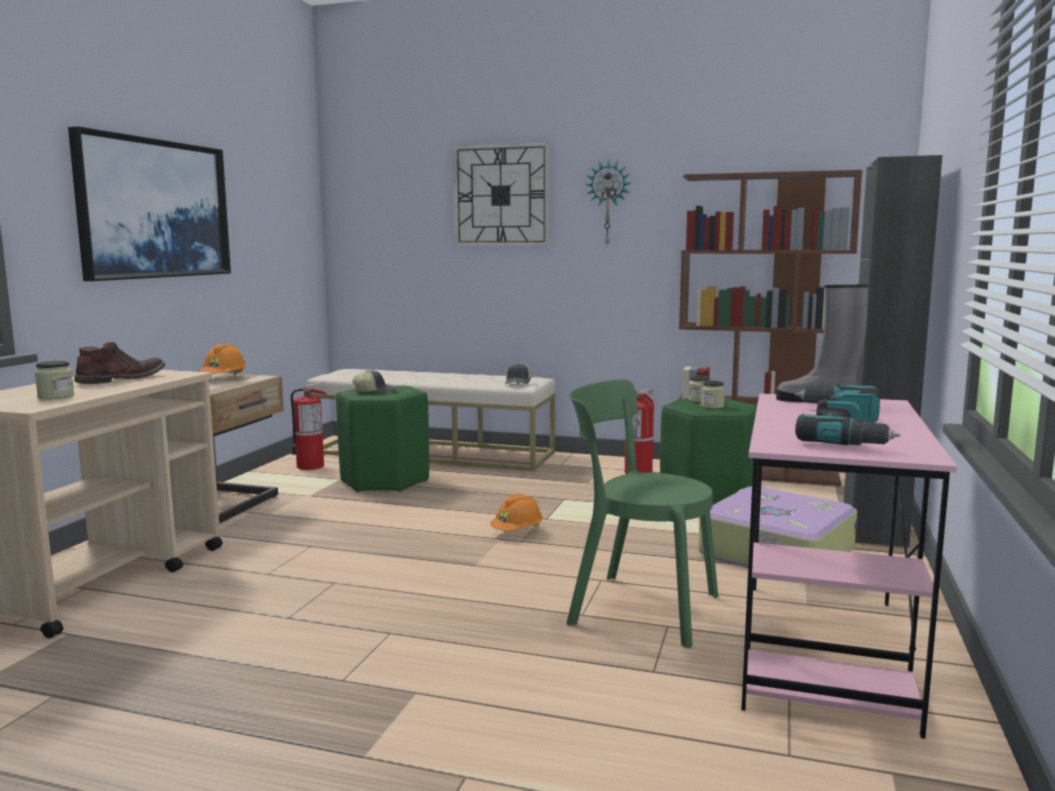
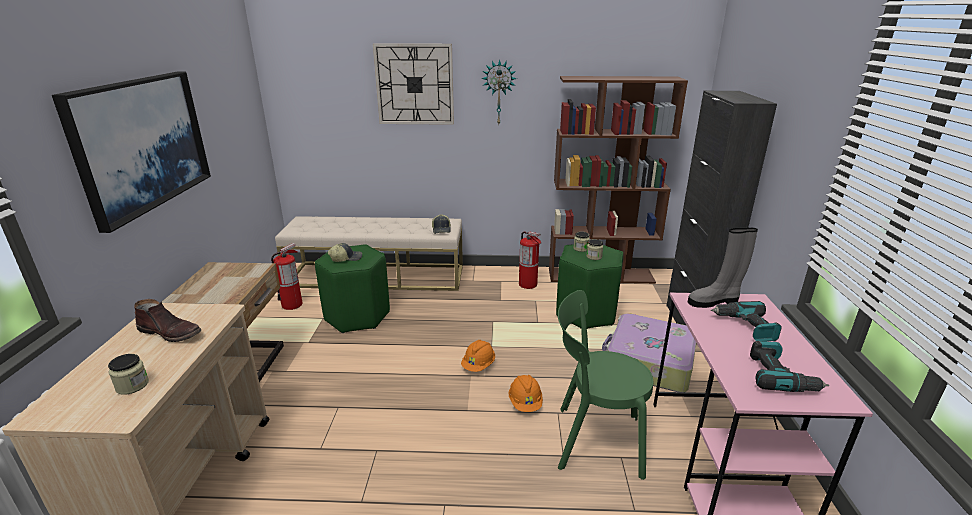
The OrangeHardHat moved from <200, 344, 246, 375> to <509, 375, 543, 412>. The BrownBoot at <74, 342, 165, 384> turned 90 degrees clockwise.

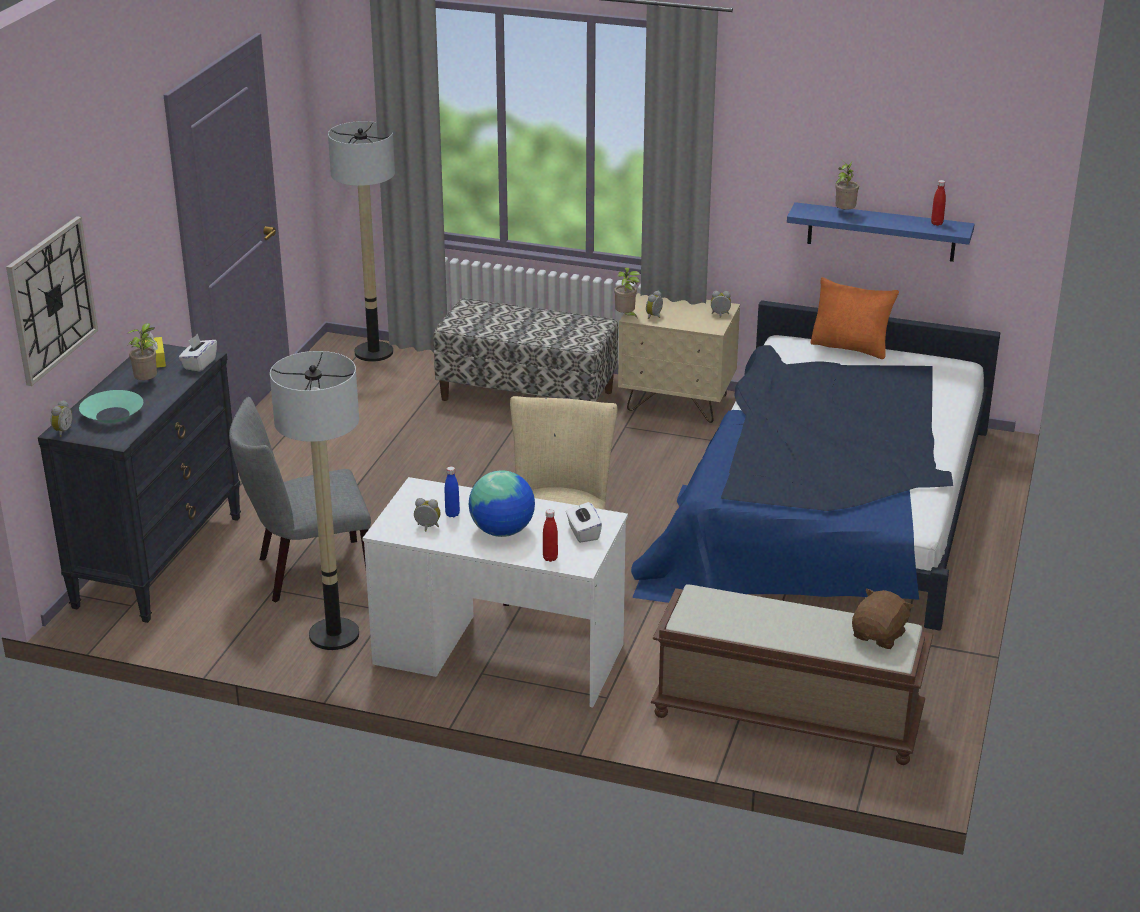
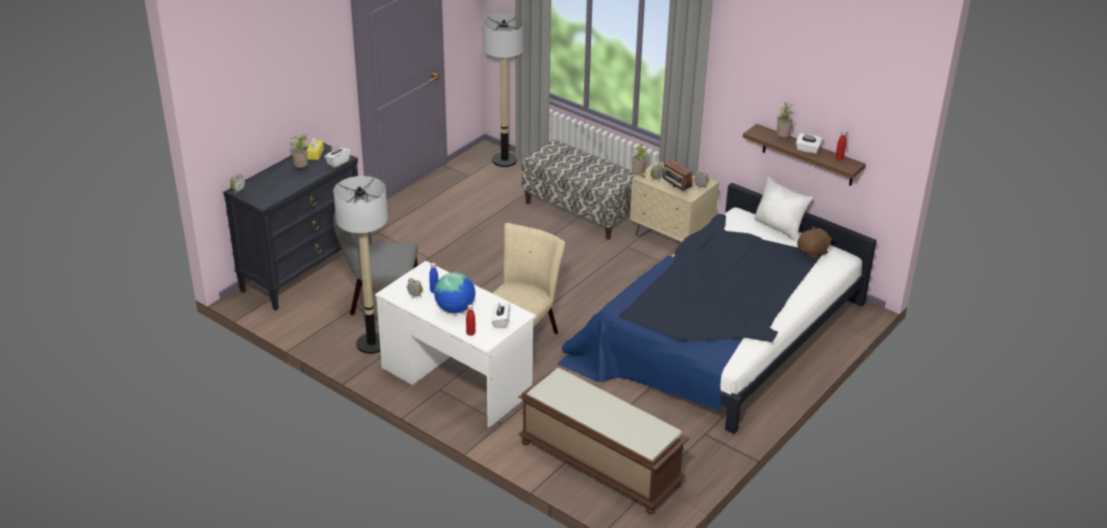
The WallClock at <6, 216, 98, 386> disappeared. The TurquoiseBowl at <79, 390, 143, 423> disappeared. The Radio at <663, 160, 693, 191> appeared. The WhiteTissueBox at <796, 133, 823, 154> appeared. The BrownPlushToy moved from <852, 589, 913, 649> to <797, 226, 832, 259>. The BlueShelf at <787, 202, 975, 262> became the BrownShelf at <743, 124, 866, 186>. The OrangePillow at <810, 277, 899, 359> became the WhitePillow at <754, 177, 813, 241>.

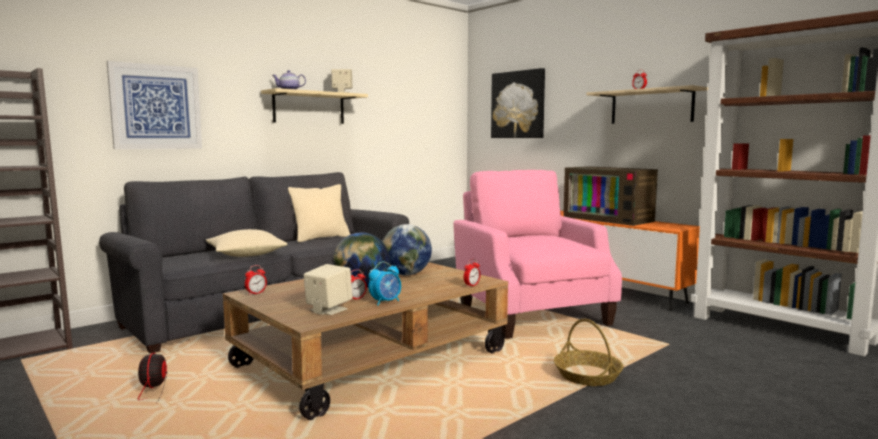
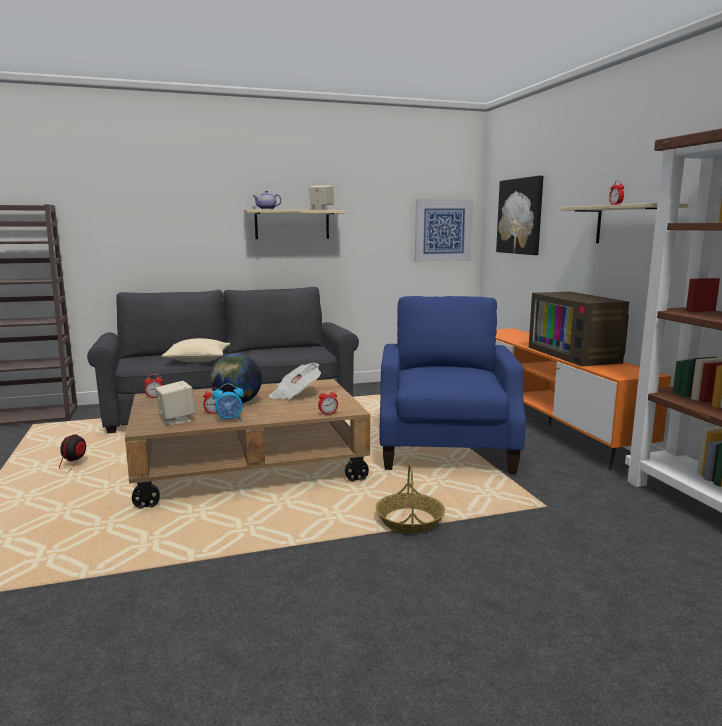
The BeigePillow at <288, 184, 350, 242> disappeared. The Picture moved from <107, 61, 202, 149> to <415, 199, 473, 262>. The Globe at <383, 224, 432, 276> was replaced by the Newspaper at <269, 363, 321, 399>. The PinkArmchair at <453, 170, 622, 339> became the BlueArmchair at <380, 296, 526, 474>.

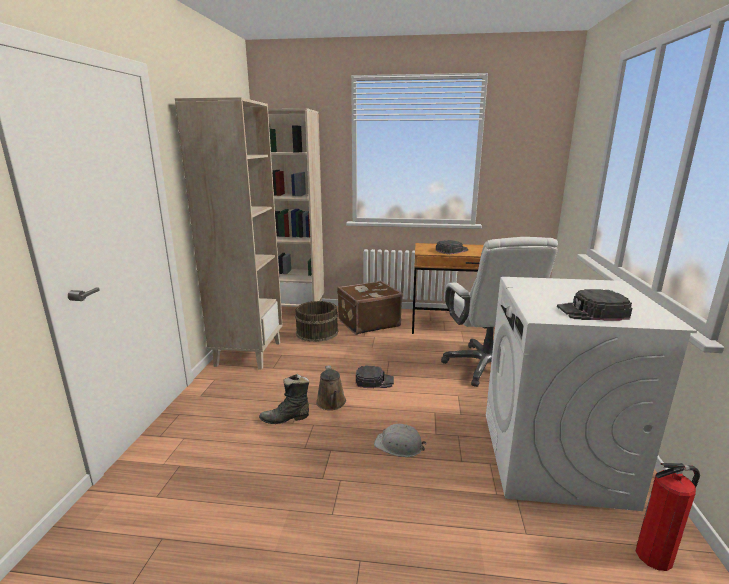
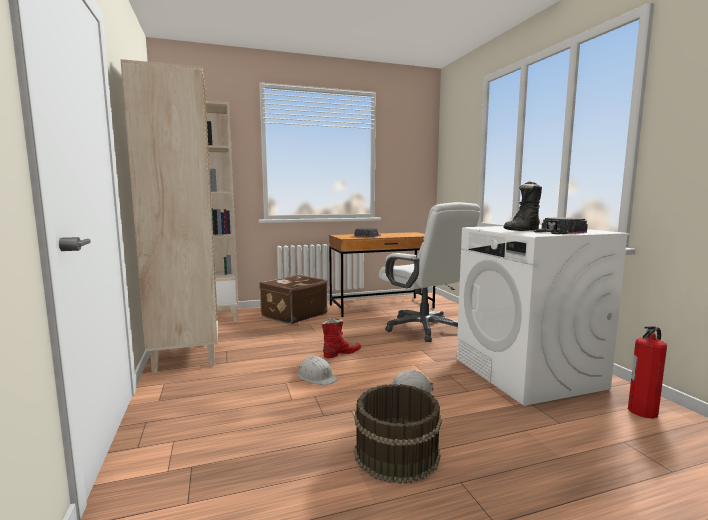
The BlackBoot moved from <259, 374, 309, 424> to <503, 181, 542, 231>. The BrownBucket moved from <295, 301, 338, 342> to <354, 384, 442, 484>. The BrownWateringCan at <316, 365, 346, 410> was replaced by the WhiteHardHat at <298, 356, 338, 385>. The BlackCap at <356, 366, 394, 388> was replaced by the RedBoot at <322, 318, 361, 359>.

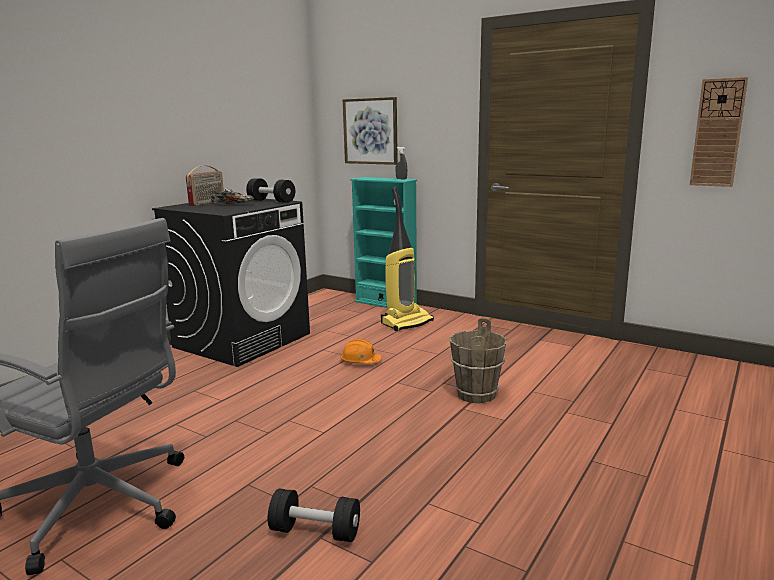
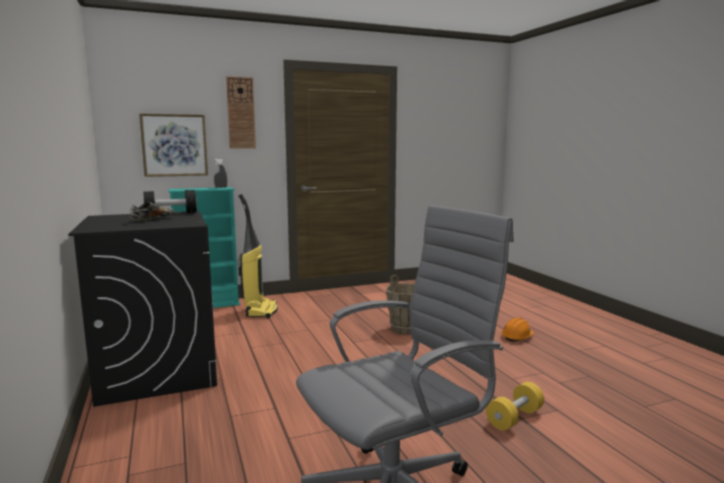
The Radio at <186, 165, 224, 206> disappeared. The OrangeHardHat moved from <340, 339, 382, 364> to <501, 318, 534, 342>. The WallClock moved from <690, 77, 748, 187> to <226, 76, 256, 149>. The BlackDumbbell at <268, 488, 360, 542> became the YellowDumbbell at <486, 382, 544, 431>.

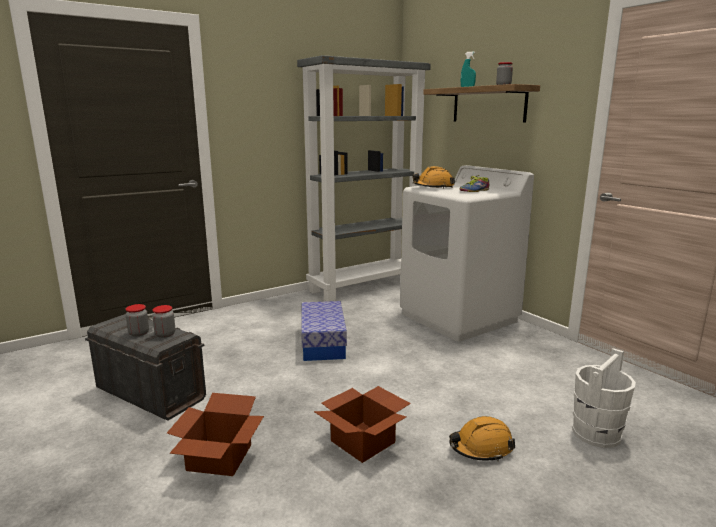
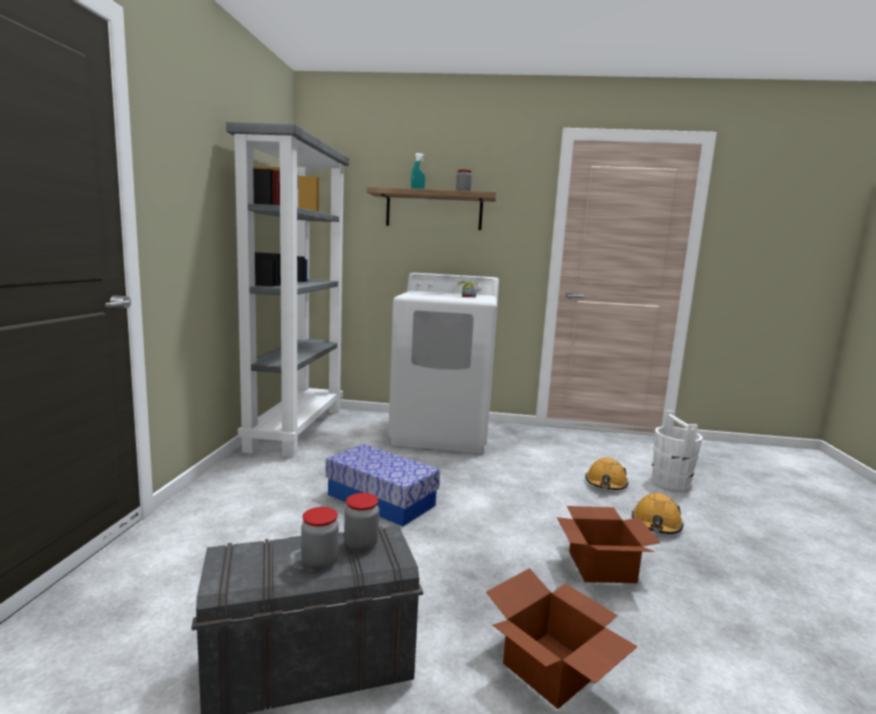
The OrangeHardHat moved from <412, 166, 455, 189> to <585, 457, 629, 490>.

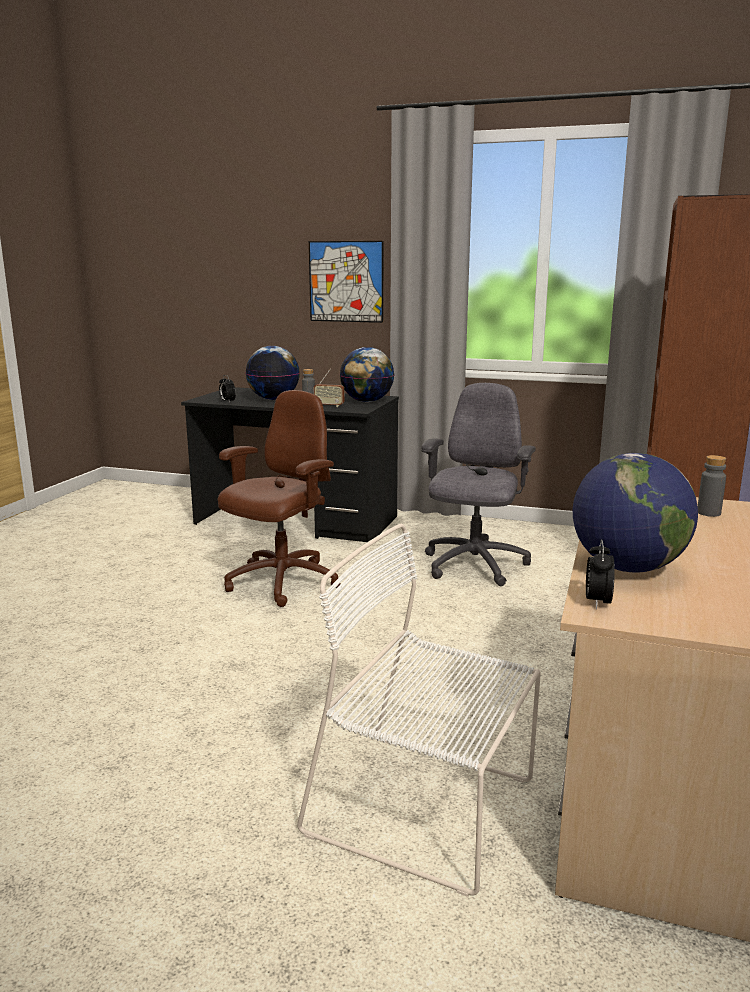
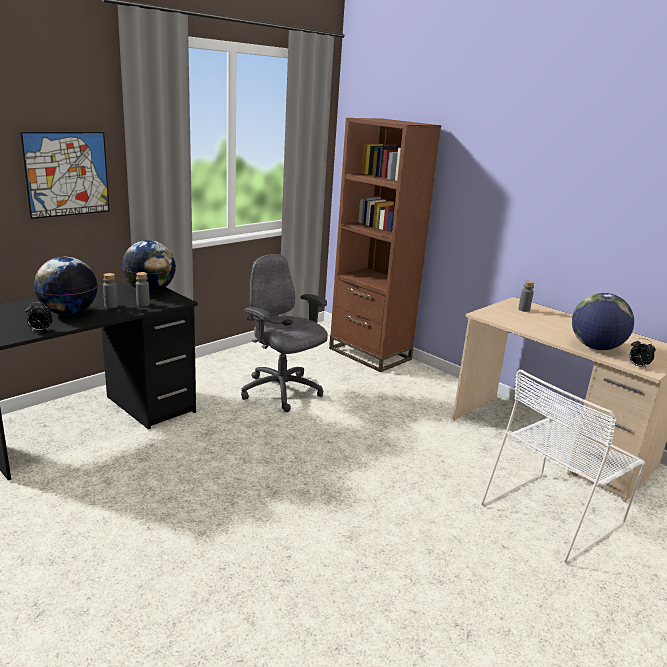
The BrownOfficeChair at <218, 390, 340, 607> disappeared. The Radio at <314, 369, 344, 407> was replaced by the GreyBottle at <136, 272, 150, 307>.

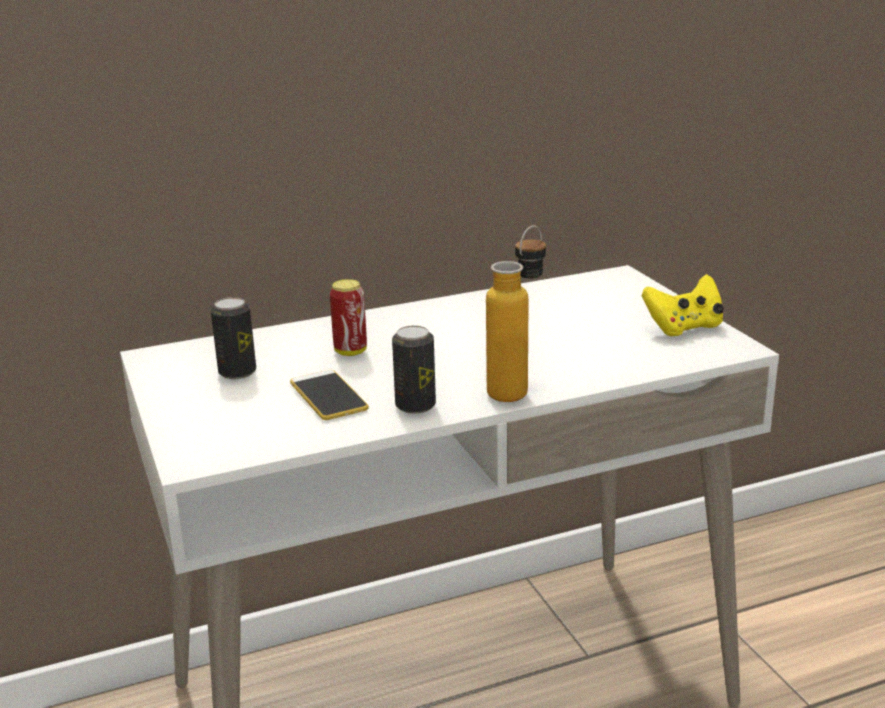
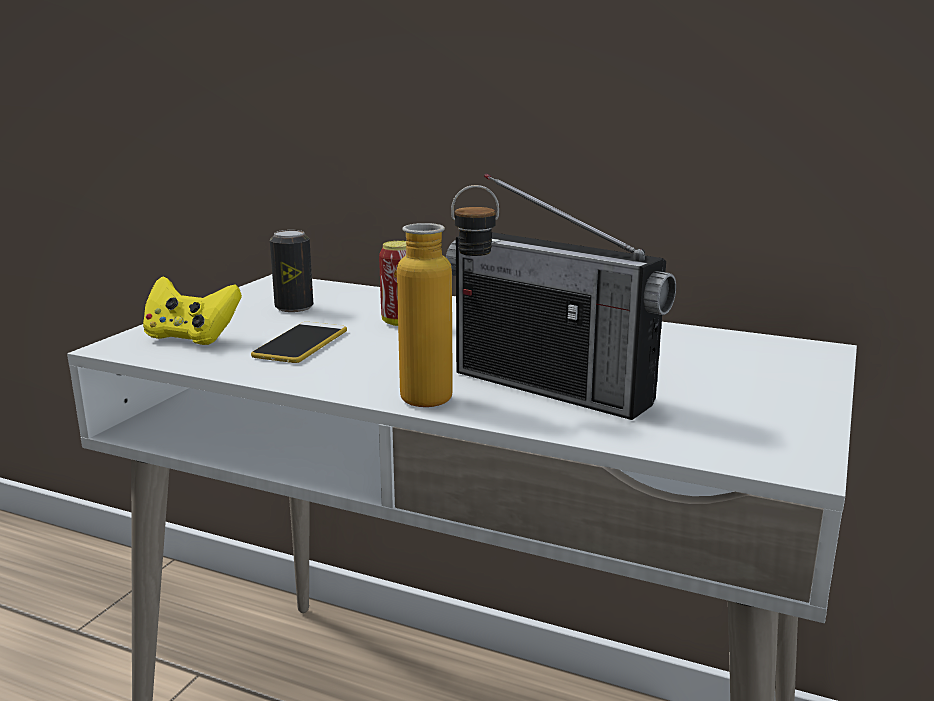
The Can at <392, 325, 436, 414> disappeared. The Radio at <446, 174, 676, 420> appeared. The YellowGameController moved from <642, 274, 724, 336> to <143, 276, 242, 345>.

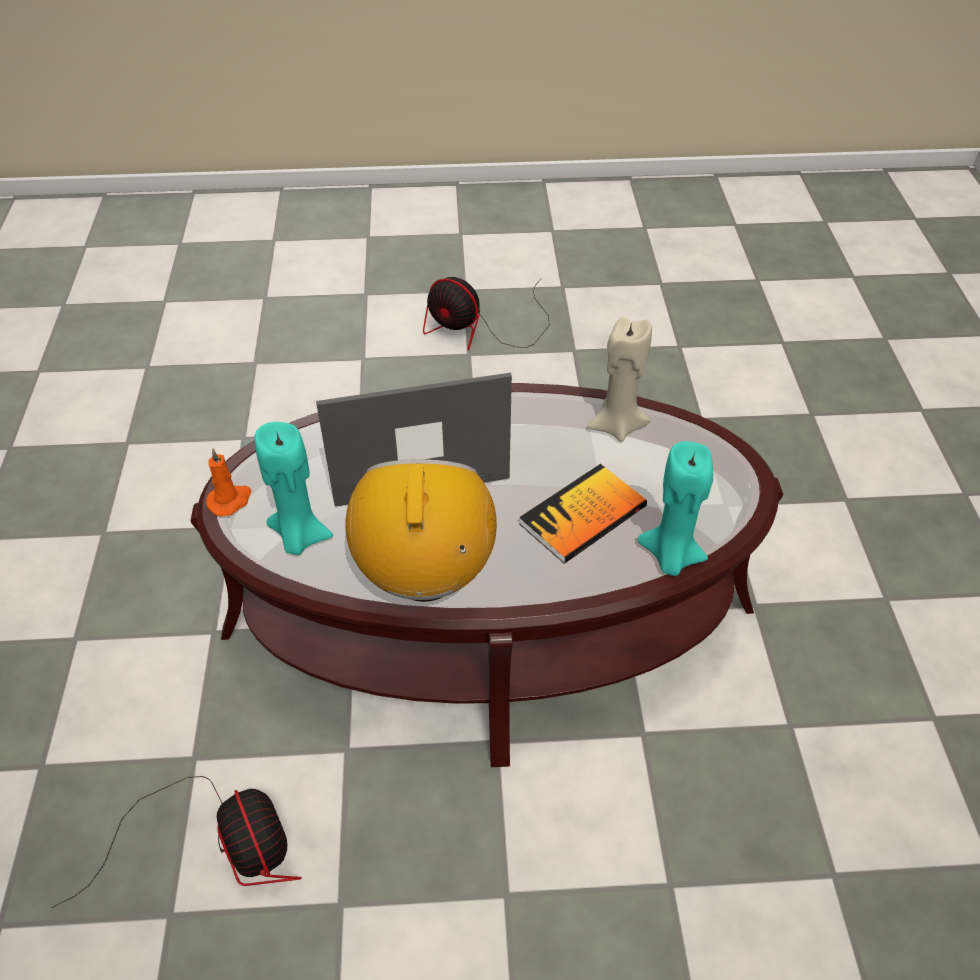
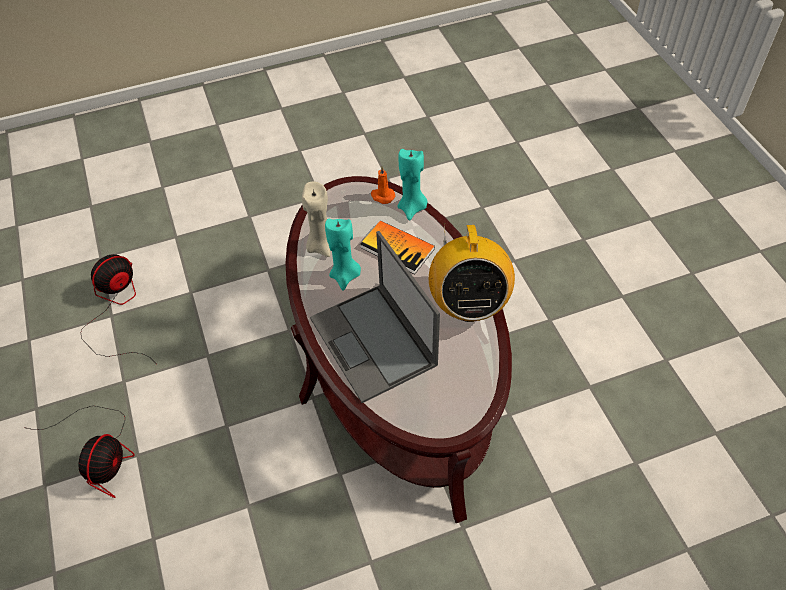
The Fan moved from <51, 776, 301, 908> to <81, 254, 150, 358>. The OrangeCandle moved from <206, 448, 251, 516> to <371, 167, 395, 204>. The TurquoiseCandle moved from <254, 422, 333, 555> to <325, 219, 361, 291>. The Radio at <345, 459, 497, 602> turned 75 degrees counterclockwise.

